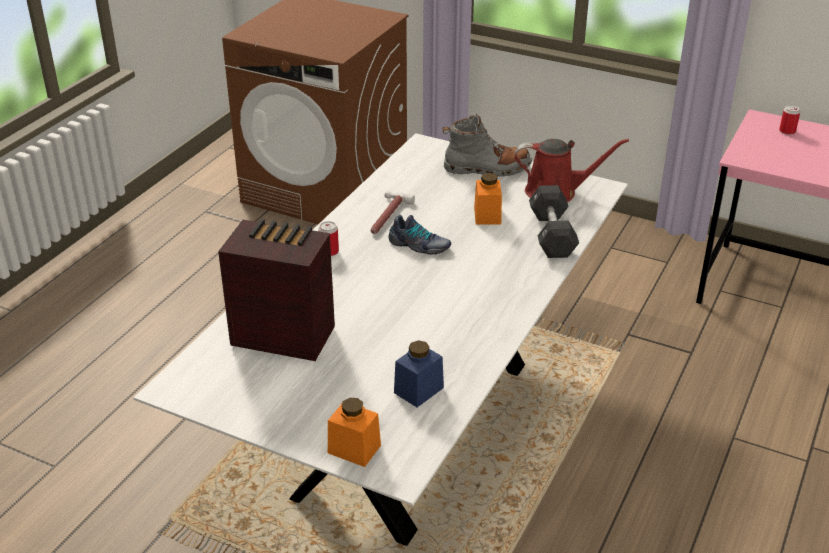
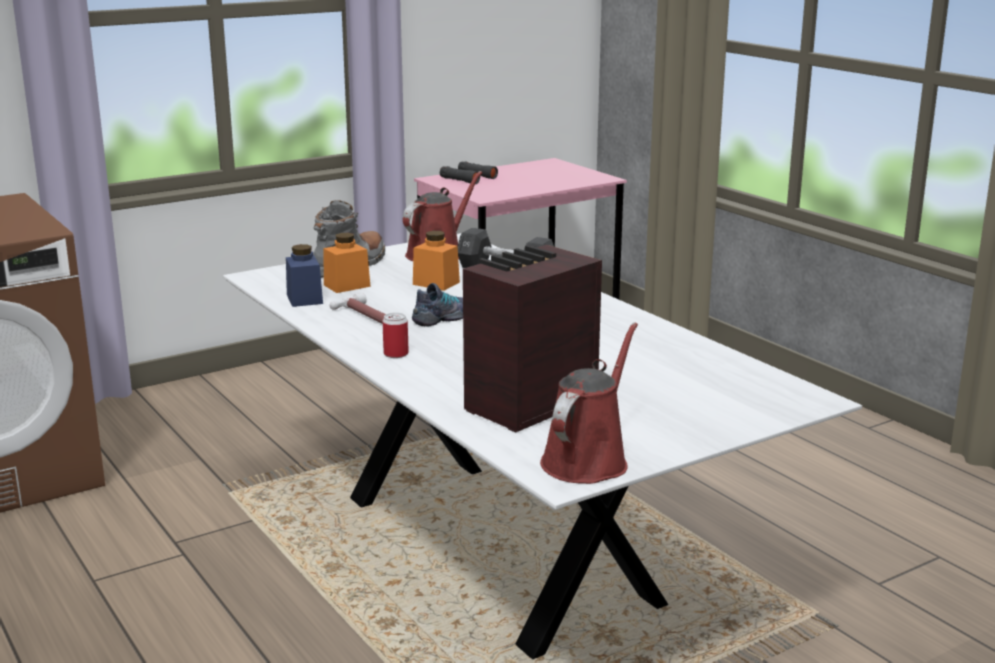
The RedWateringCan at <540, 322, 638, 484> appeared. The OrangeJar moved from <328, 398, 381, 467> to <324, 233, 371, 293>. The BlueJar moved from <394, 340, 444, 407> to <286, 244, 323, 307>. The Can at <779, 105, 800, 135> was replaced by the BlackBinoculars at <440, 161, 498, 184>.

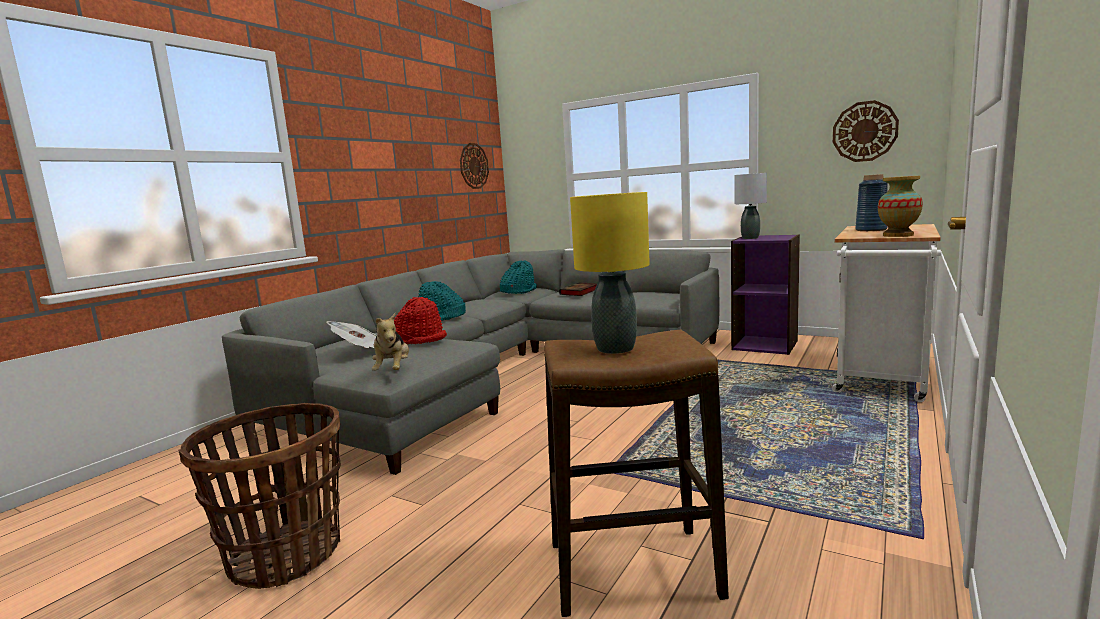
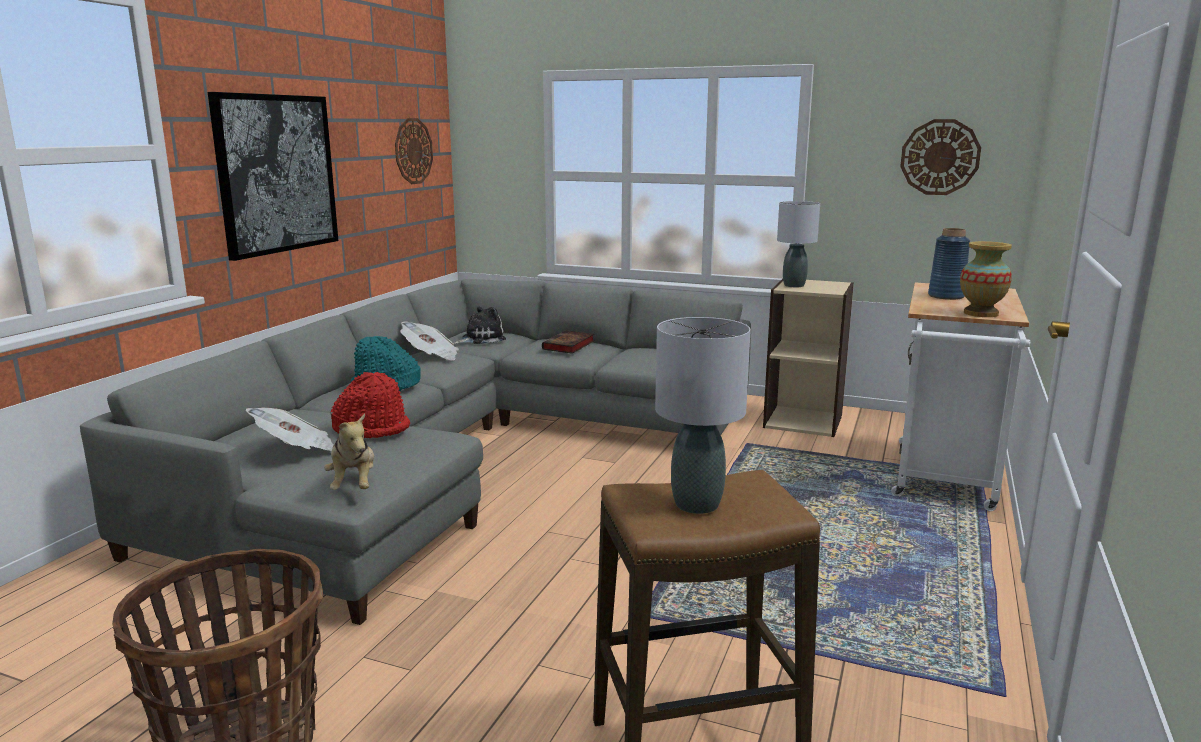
The Picture at <208, 92, 338, 261> appeared. The Newspaper at <400, 321, 459, 361> appeared. The TurquoiseHat at <500, 260, 537, 294> was replaced by the PlushToy at <453, 306, 506, 344>. The YellowTableLamp at <570, 192, 650, 354> became the GreyTableLamp at <655, 317, 751, 514>. The PurpleBookcase at <731, 235, 800, 355> became the BeigeBookcase at <763, 279, 854, 437>.

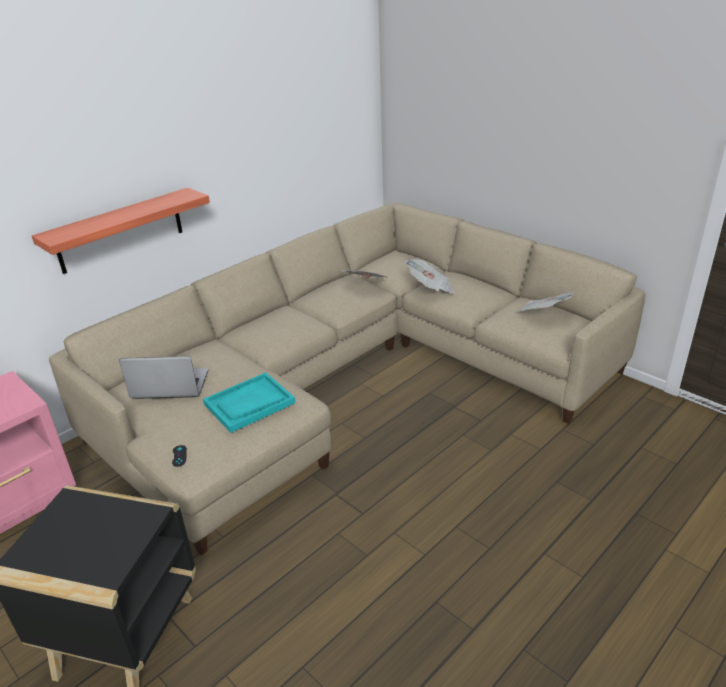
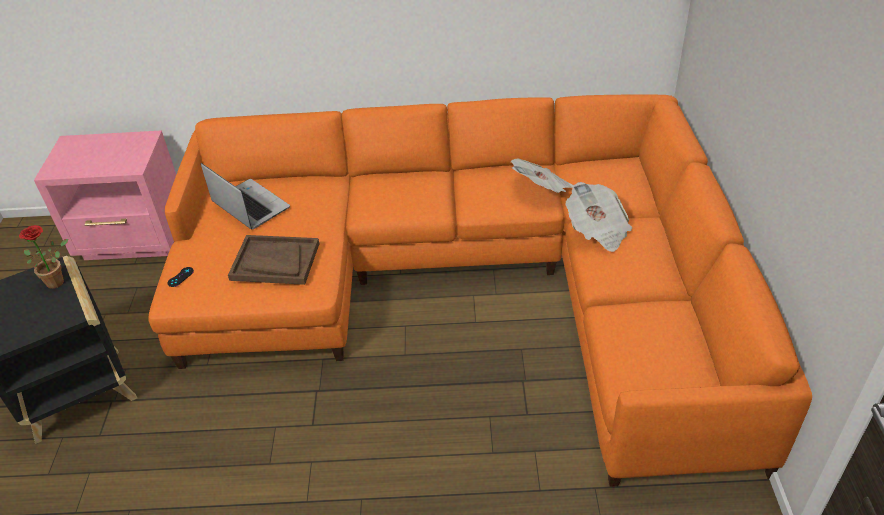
The Shelf at <32, 188, 210, 274> disappeared. The Newspaper at <519, 292, 574, 311> disappeared. The PottedPlant at <19, 225, 68, 289> appeared. The BeigeSofa at <49, 203, 645, 555> became the OrangeSofa at <149, 94, 812, 487>. The TurquoiseTray at <203, 372, 295, 433> became the BrownTray at <228, 235, 319, 285>.

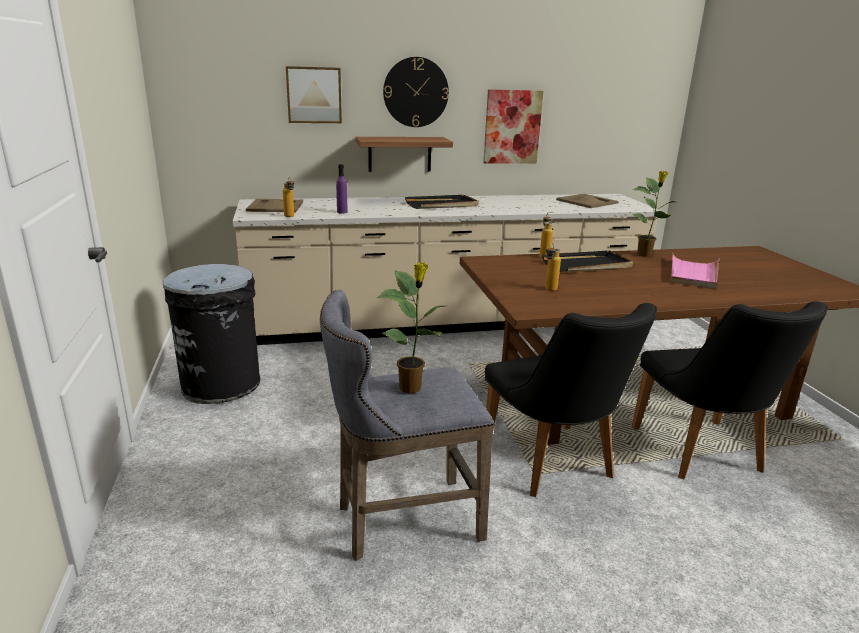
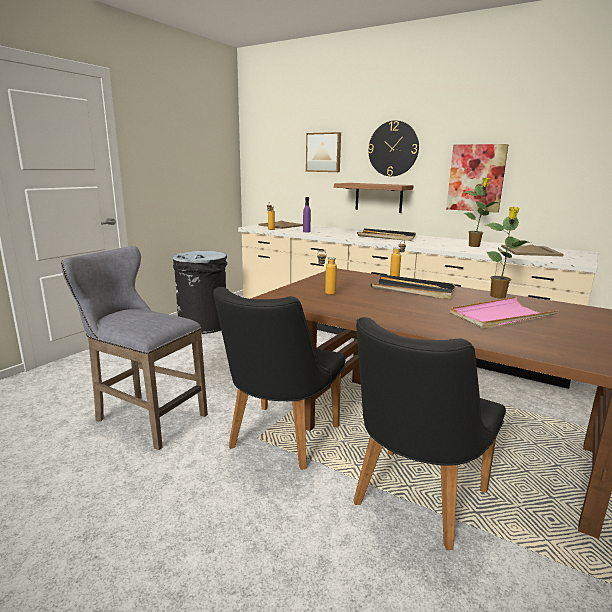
The PottedPlant moved from <376, 262, 444, 394> to <463, 178, 498, 247>.

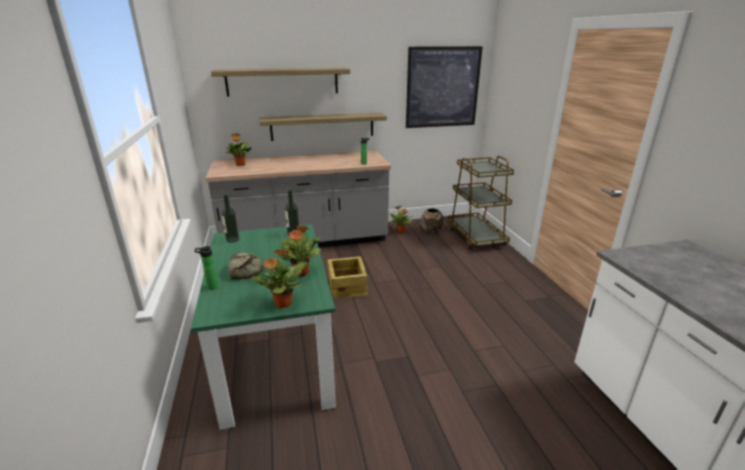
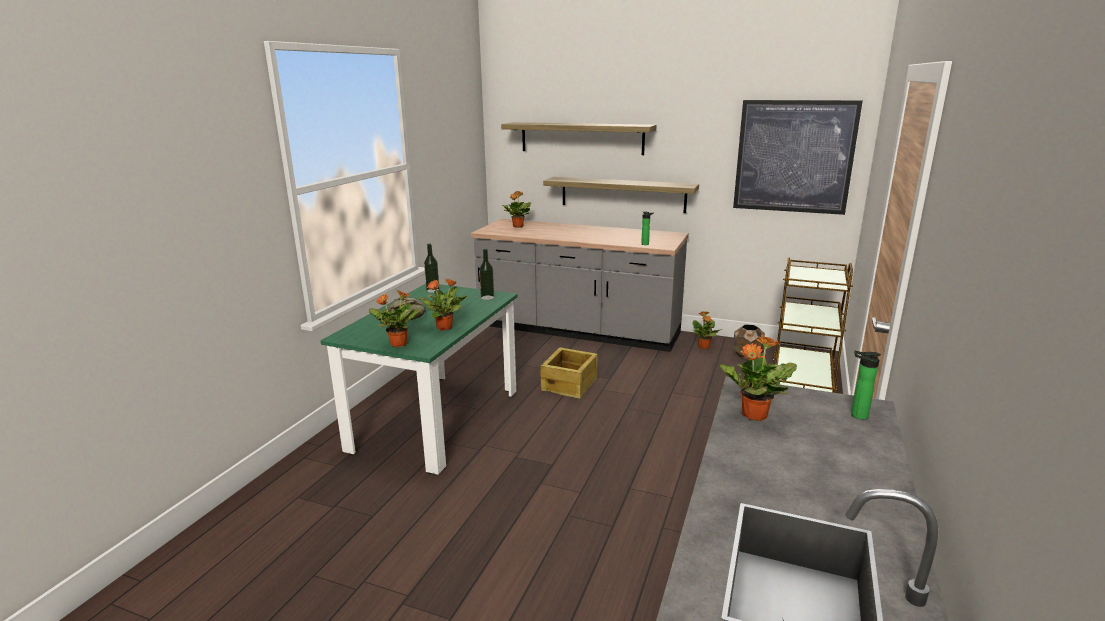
The PottedPlant at <720, 335, 797, 421> appeared. The Bottle moved from <195, 246, 218, 290> to <851, 351, 881, 420>.

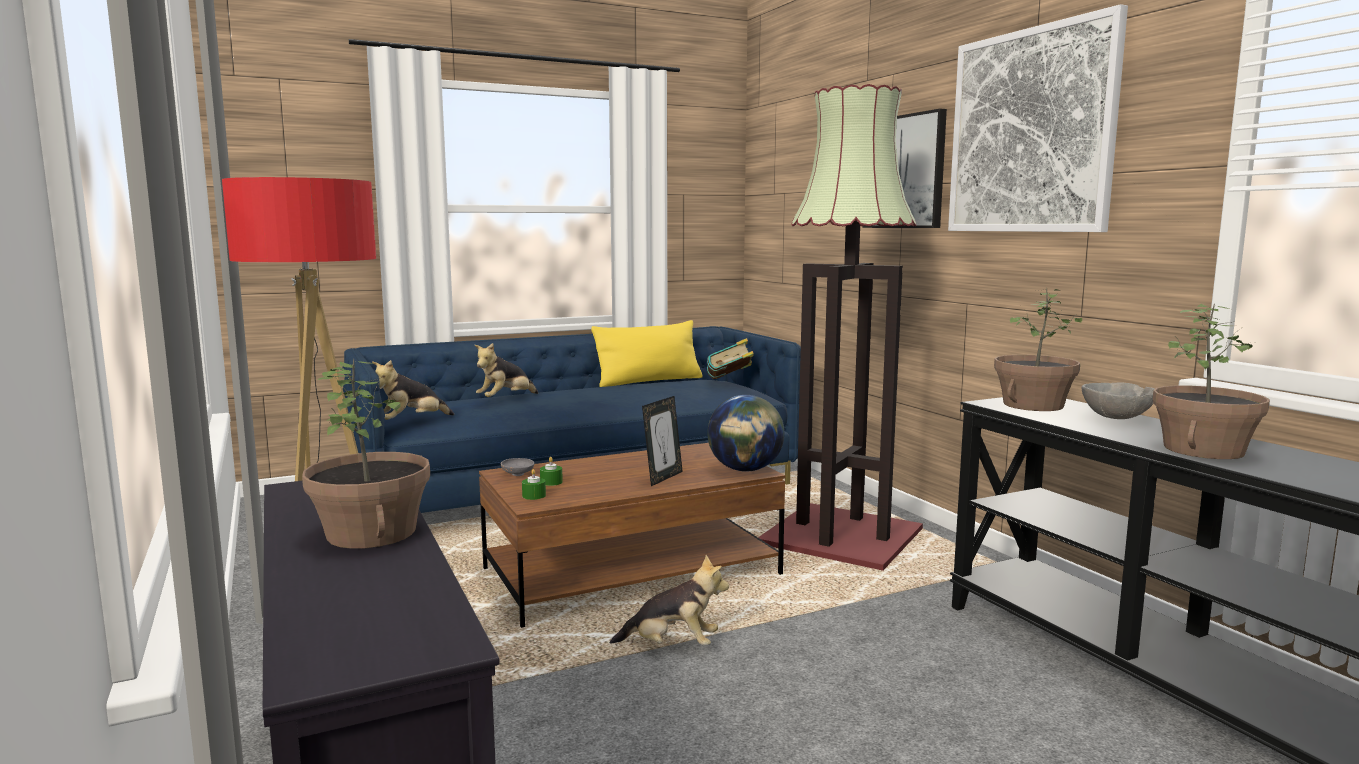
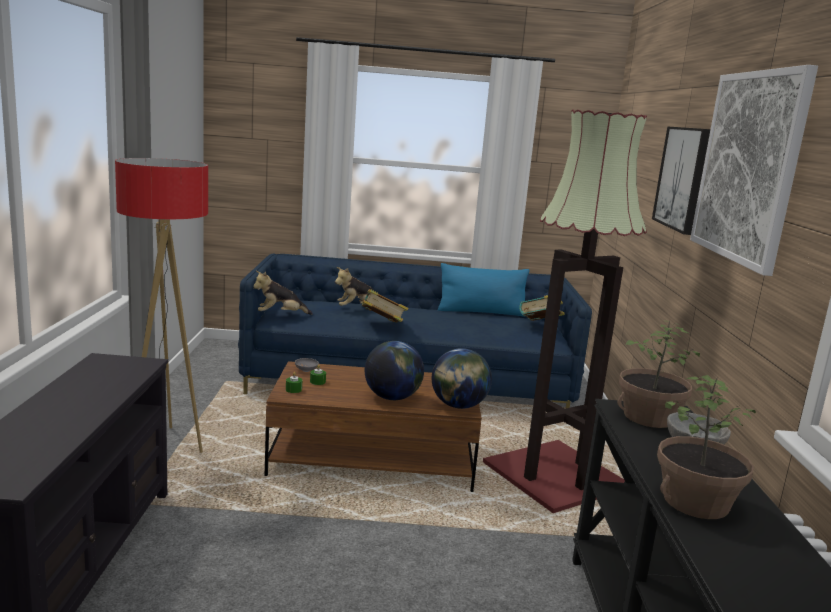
The PottedPlant at <302, 359, 430, 549> disappeared. The PlushToy at <610, 555, 729, 645> disappeared. The Book at <359, 289, 409, 323> appeared. The PictureFrame at <642, 396, 683, 486> was replaced by the Globe at <365, 341, 424, 400>. The YellowPillow at <591, 320, 703, 387> became the BluePillow at <438, 263, 530, 317>.

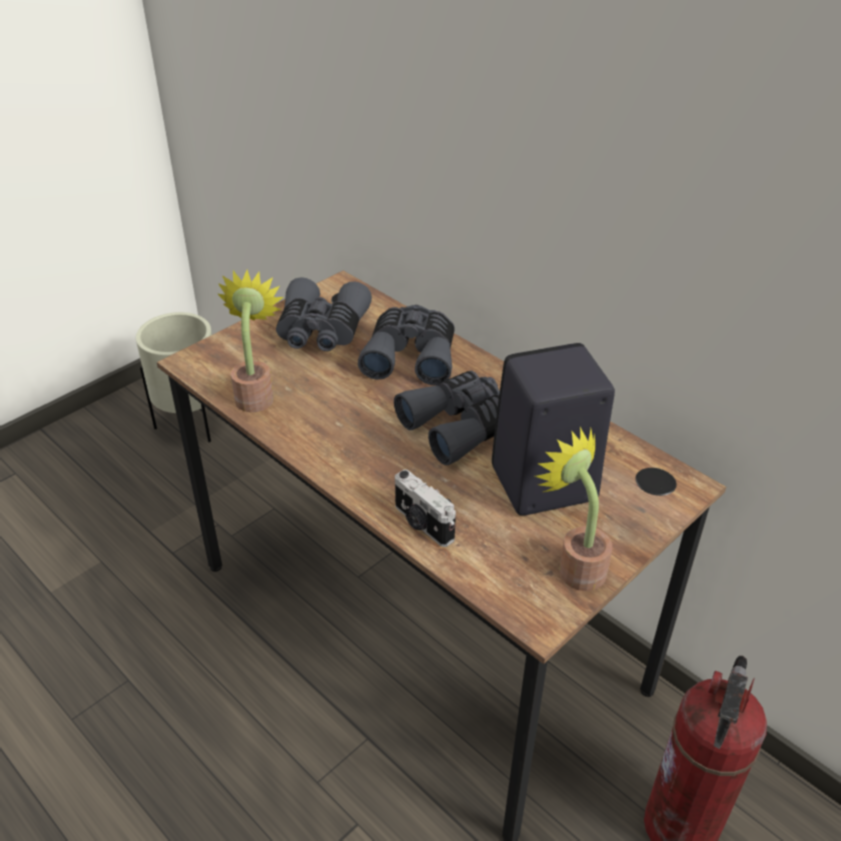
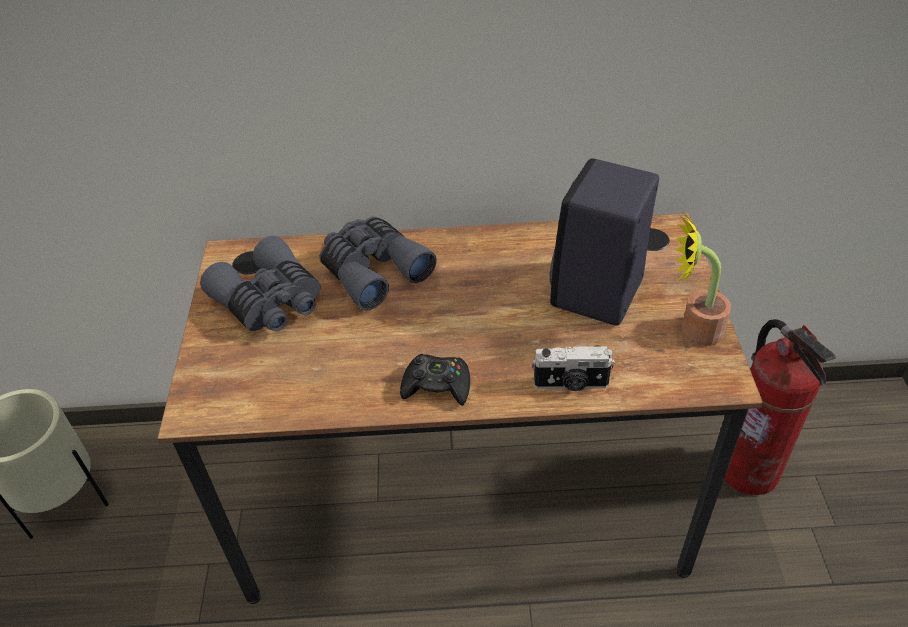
The PottedPlant at <217, 270, 283, 412> disappeared. The GreyBinoculars at <394, 371, 500, 465> disappeared. The BlackGameController at <400, 354, 470, 406> appeared.

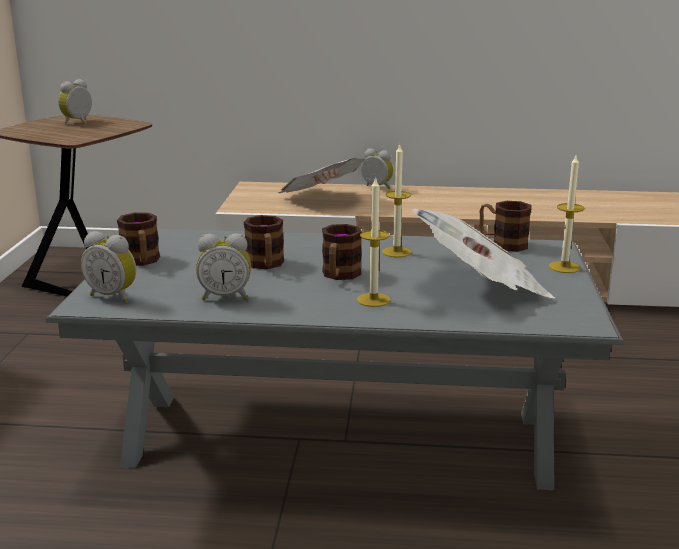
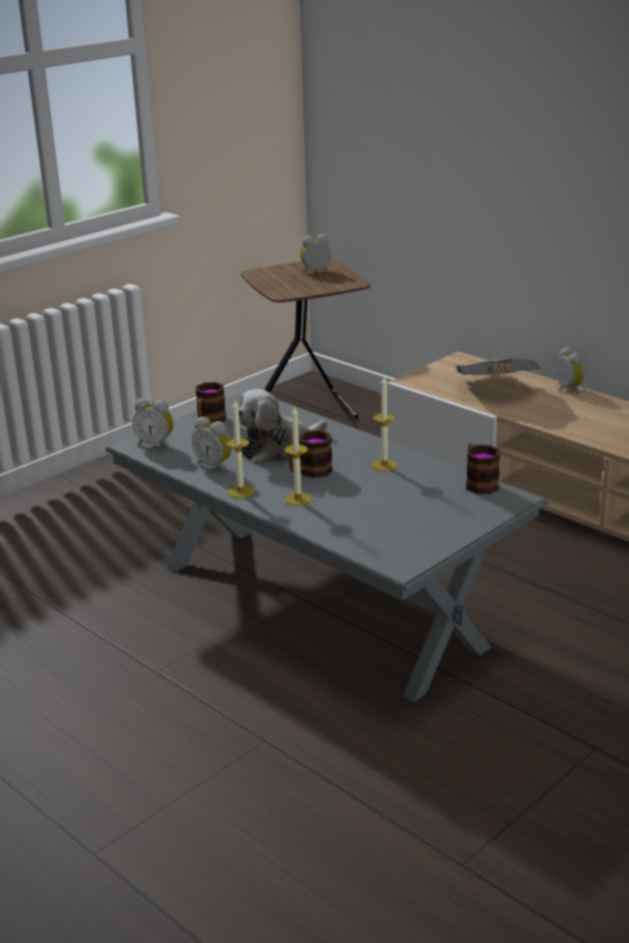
The Newspaper at <411, 208, 556, 298> disappeared. The Candle moved from <549, 156, 585, 273> to <226, 401, 254, 498>. The Mug at <244, 215, 284, 269> was replaced by the PlushToy at <239, 389, 327, 464>. The AlarmClock at <81, 231, 136, 303> turned 45 degrees counterclockwise.

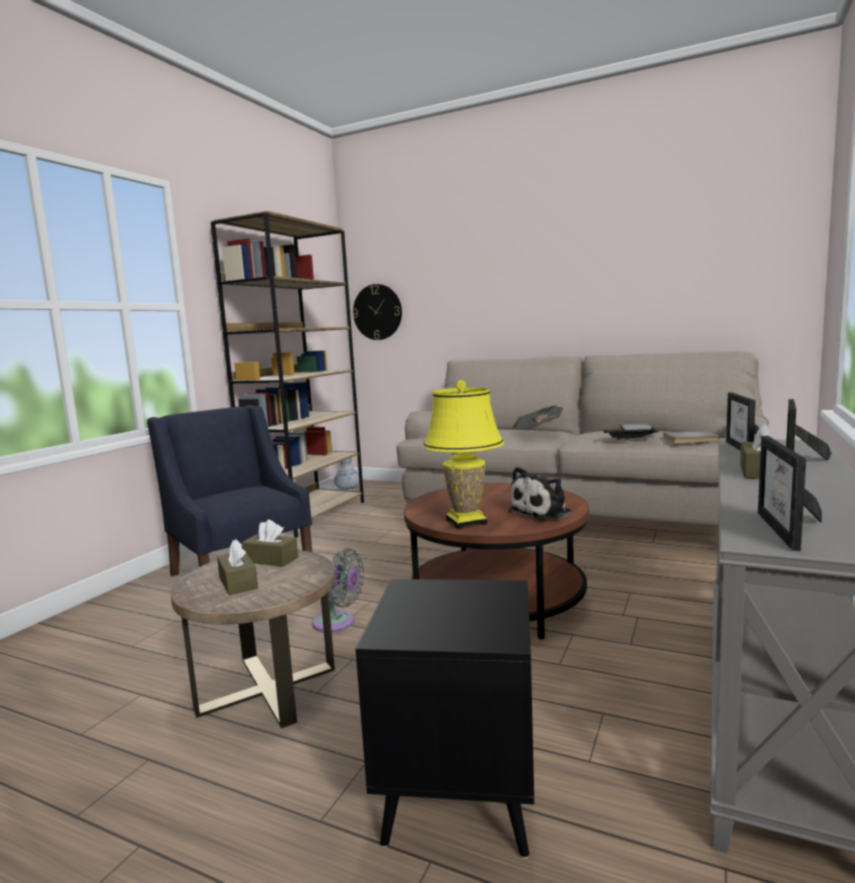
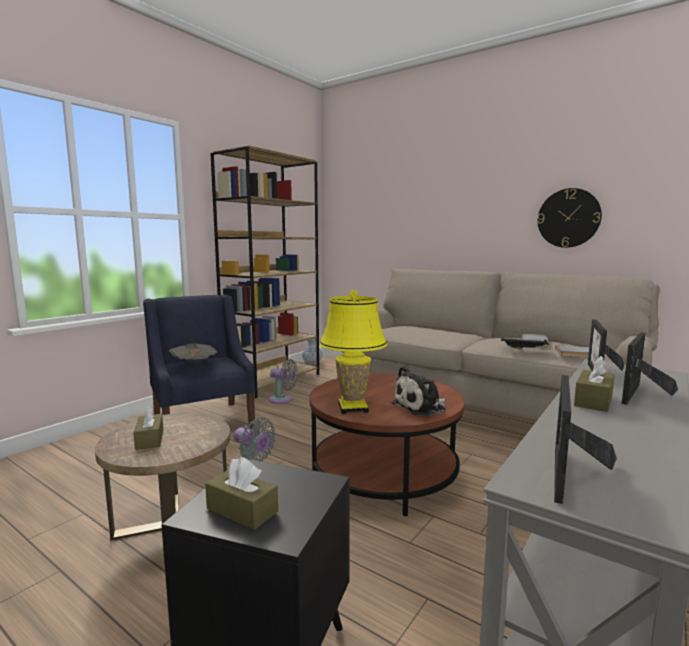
The GreyFan at <269, 359, 298, 404> appeared. The BrownTissueBox moved from <241, 520, 298, 567> to <205, 457, 278, 530>. The WallClock moved from <352, 284, 402, 340> to <537, 188, 602, 248>. The Newspaper moved from <512, 406, 563, 430> to <168, 343, 218, 359>.

